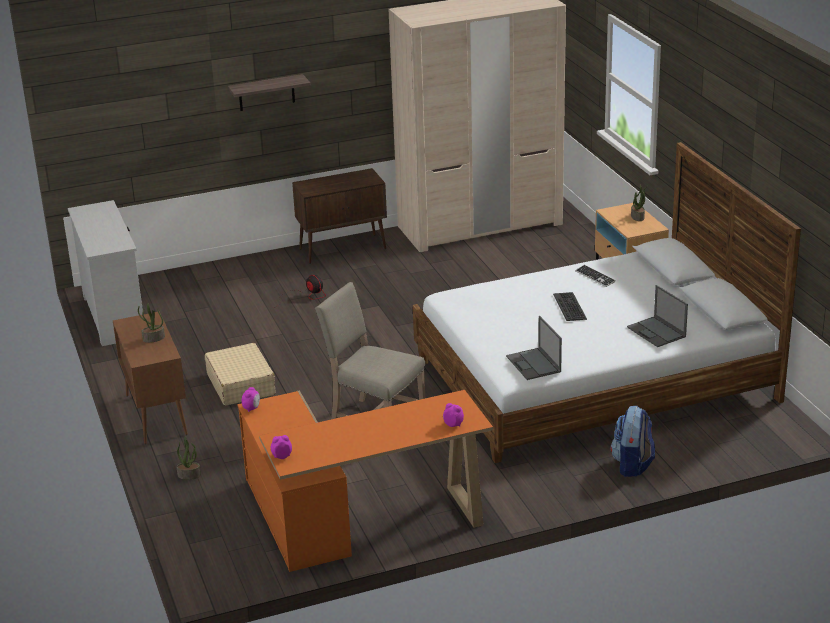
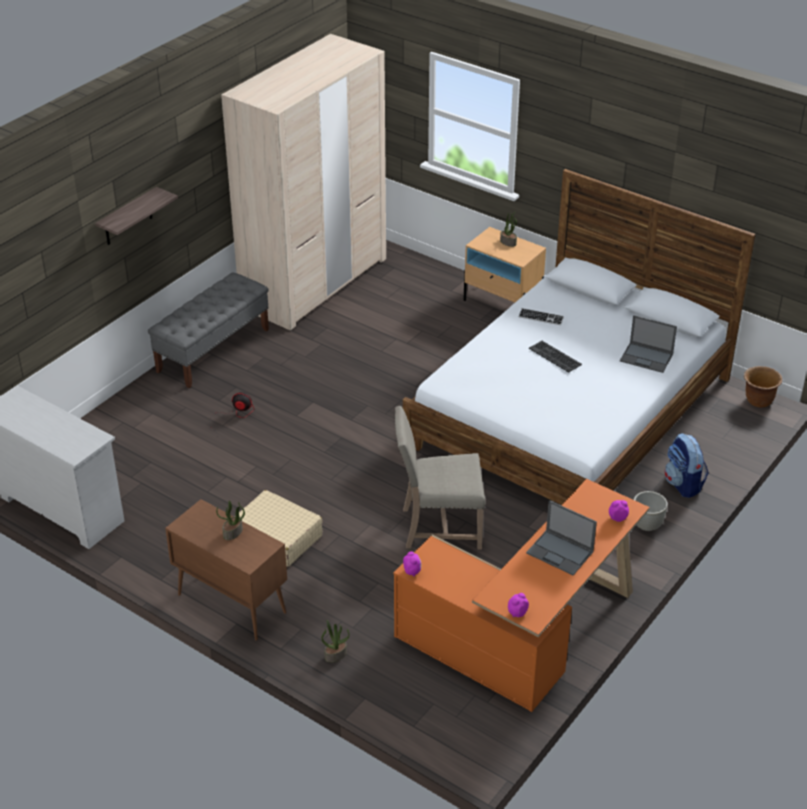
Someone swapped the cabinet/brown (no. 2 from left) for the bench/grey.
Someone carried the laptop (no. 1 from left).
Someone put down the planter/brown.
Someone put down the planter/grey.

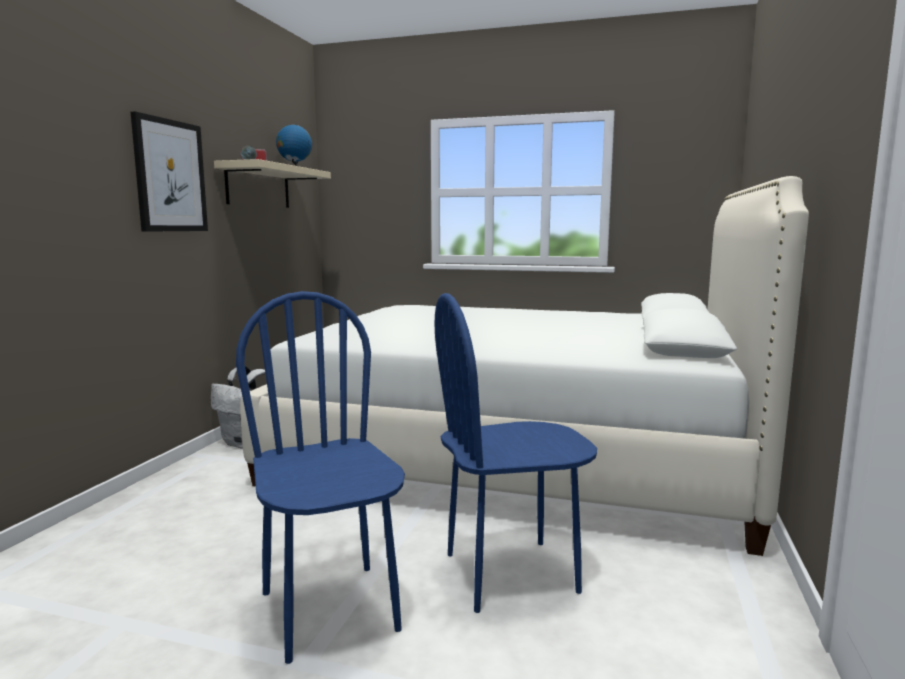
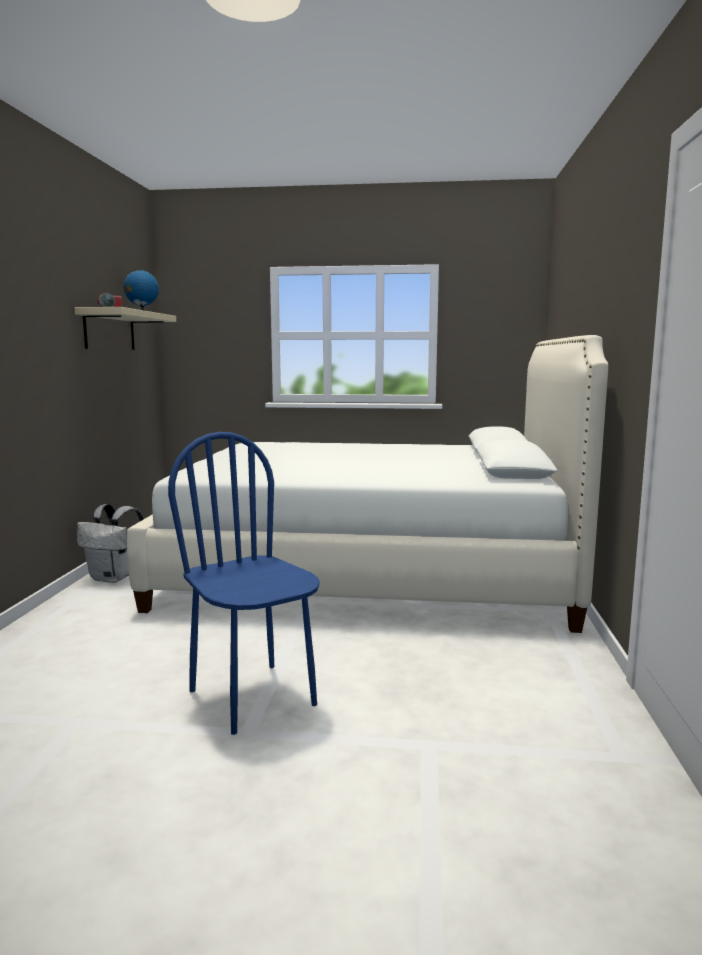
Someone took away the picture.
Someone took away the chair/blue (no. 2 from left).

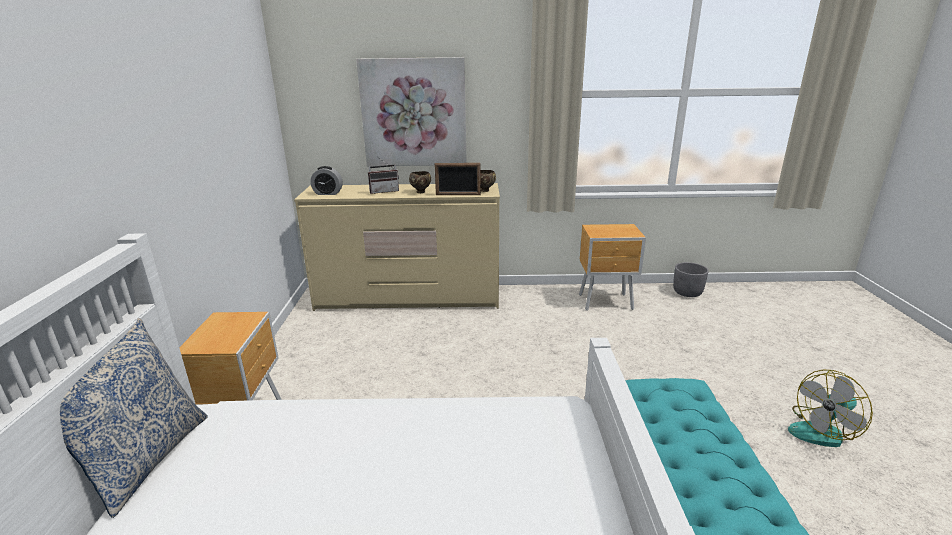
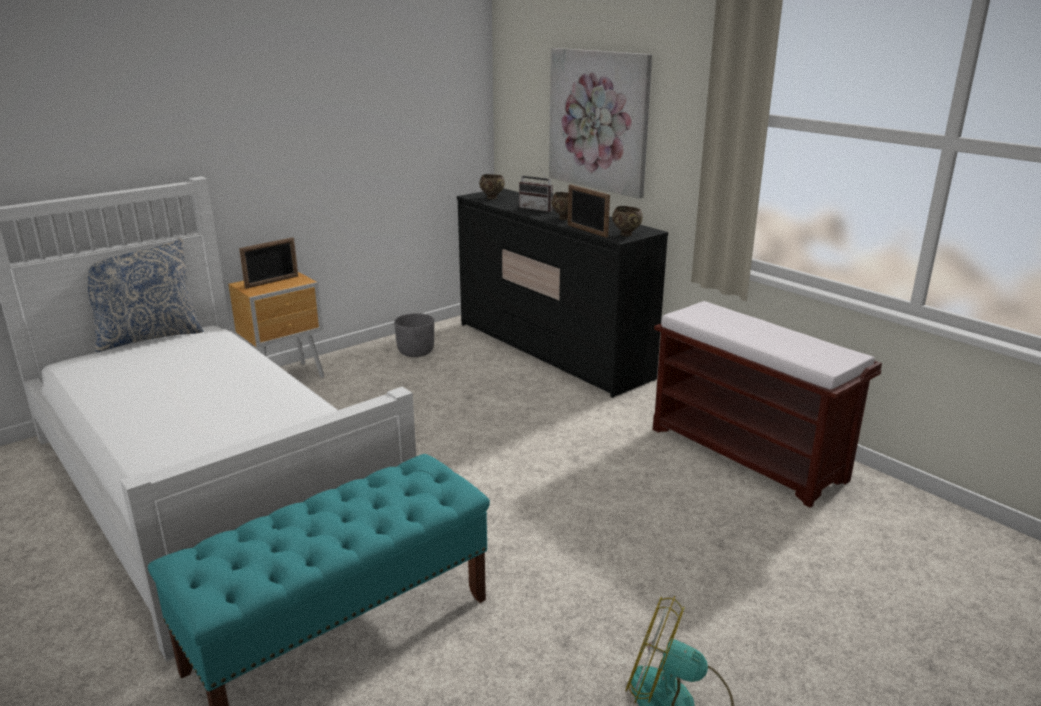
Someone swapped the alarm clock for the bowl/brown (no. 1 from left).
Someone repainted the dresser/beige, which became the dresser/black.
Someone swapped the nightstand/brown (no. 2 from left) for the bench/brown.
Someone carried the planter/grey.
Someone put down the picture frame (no. 1 from left).

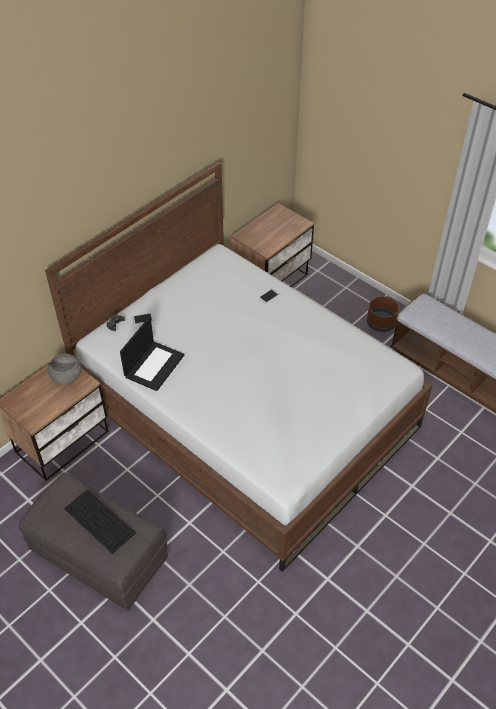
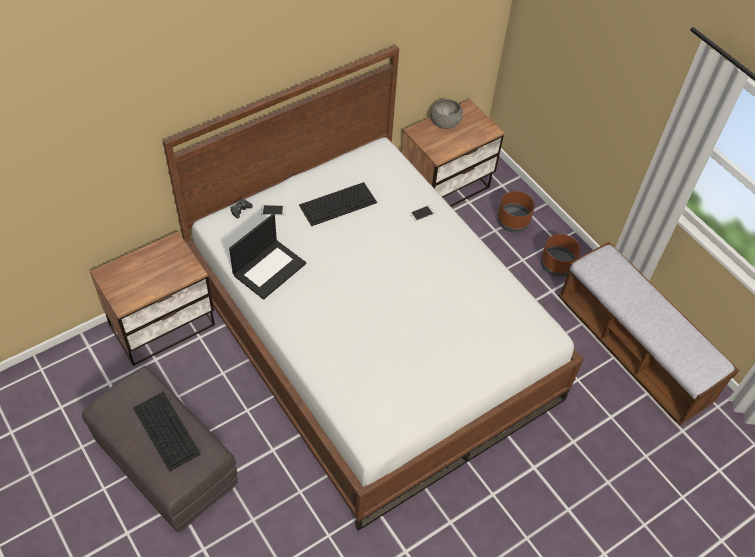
Someone carried the bowl/grey.
Someone put down the keyboard (no. 2 from left).
Someone put down the planter/brown (no. 1 from left).

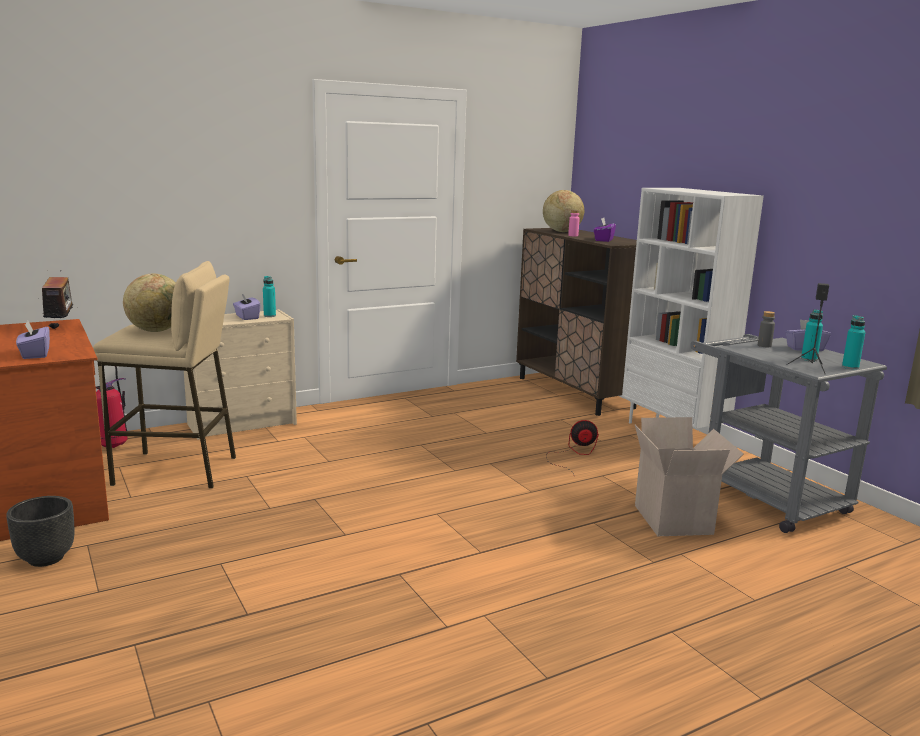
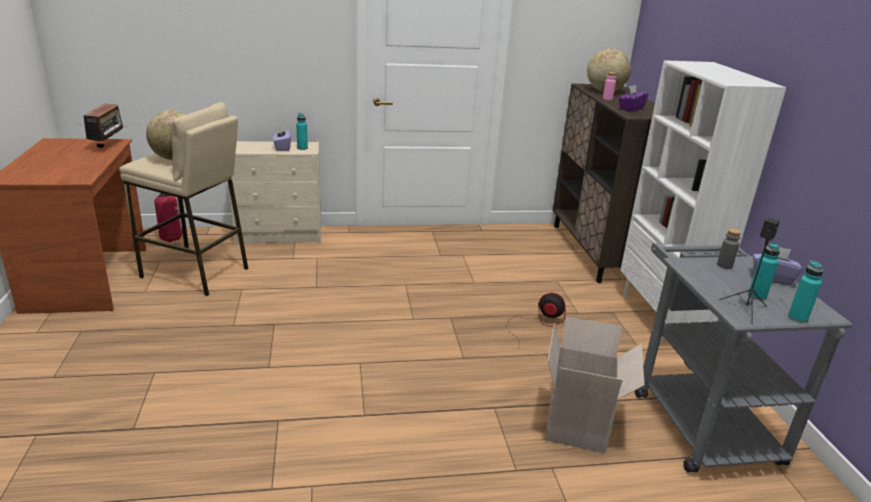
Someone took away the tissue box/purple (no. 1 from left).
Someone took away the planter/black.

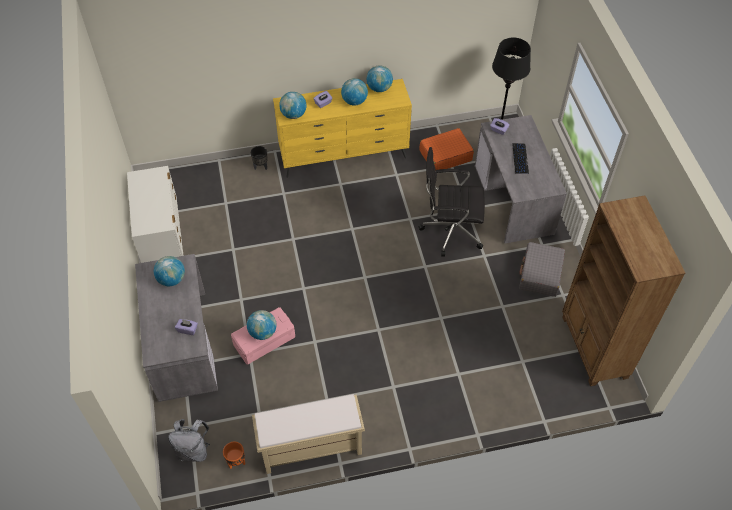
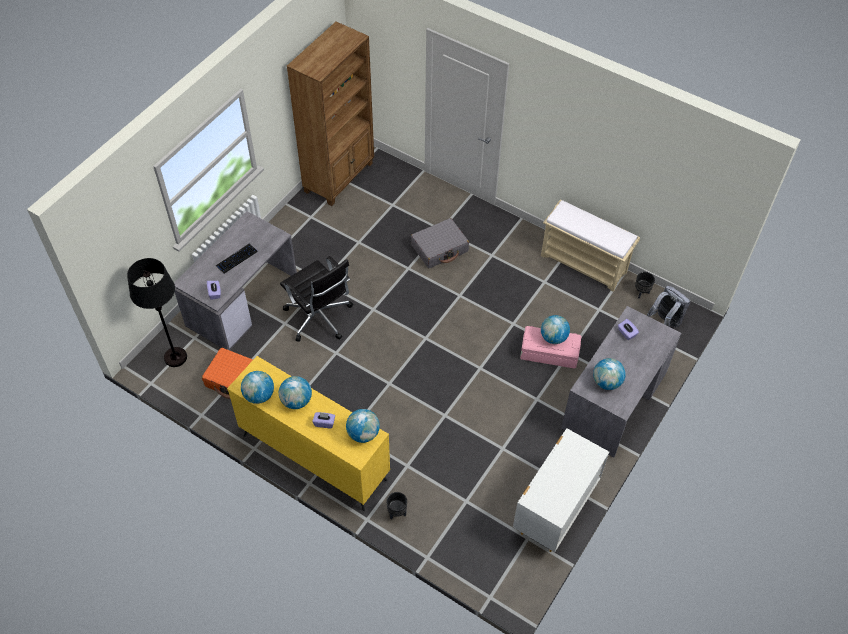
Someone carried the suitcase/grey.
Someone repainted the planter/orange, which became the planter/black (no. 2 from left).

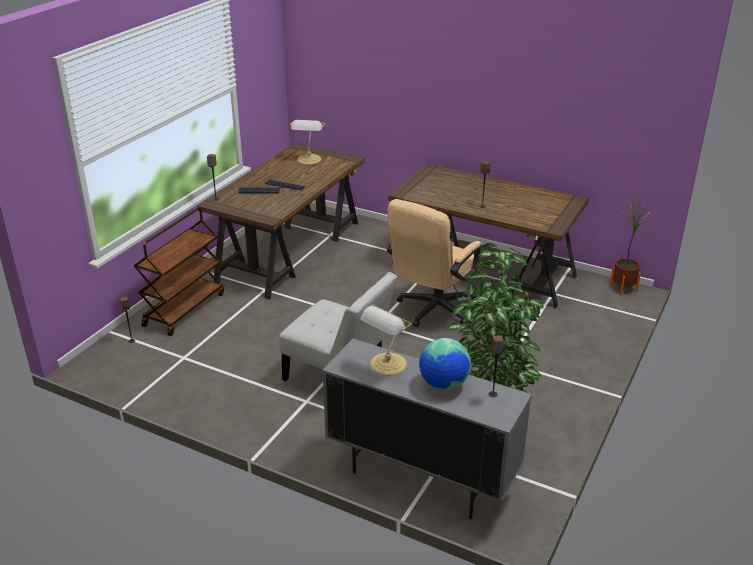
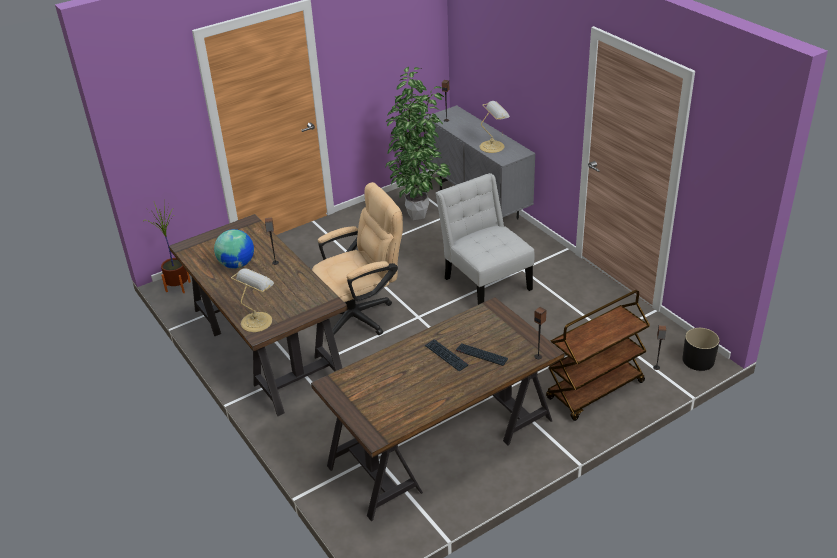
Someone carried the table lamp (no. 1 from left).
Someone carried the globe.
Someone put down the planter/black.

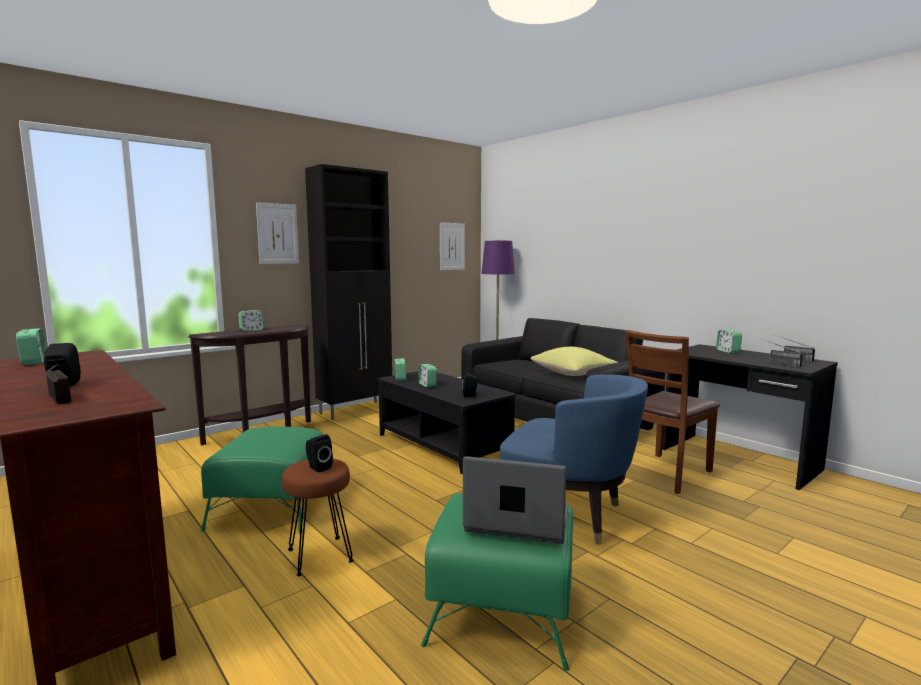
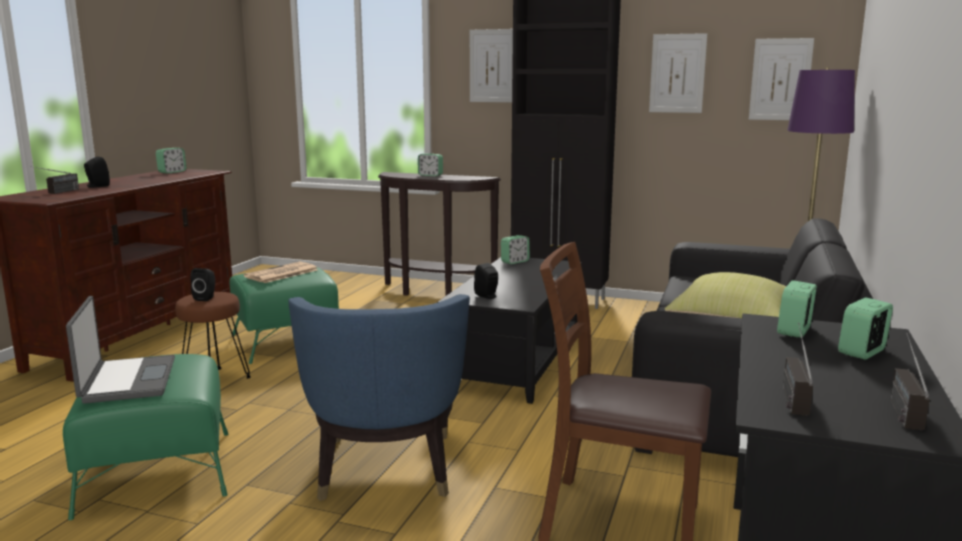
Someone carried the alarm clock (no. 4 from left).
Someone put up the picture (no. 2 from left).
Someone put down the newspaper.

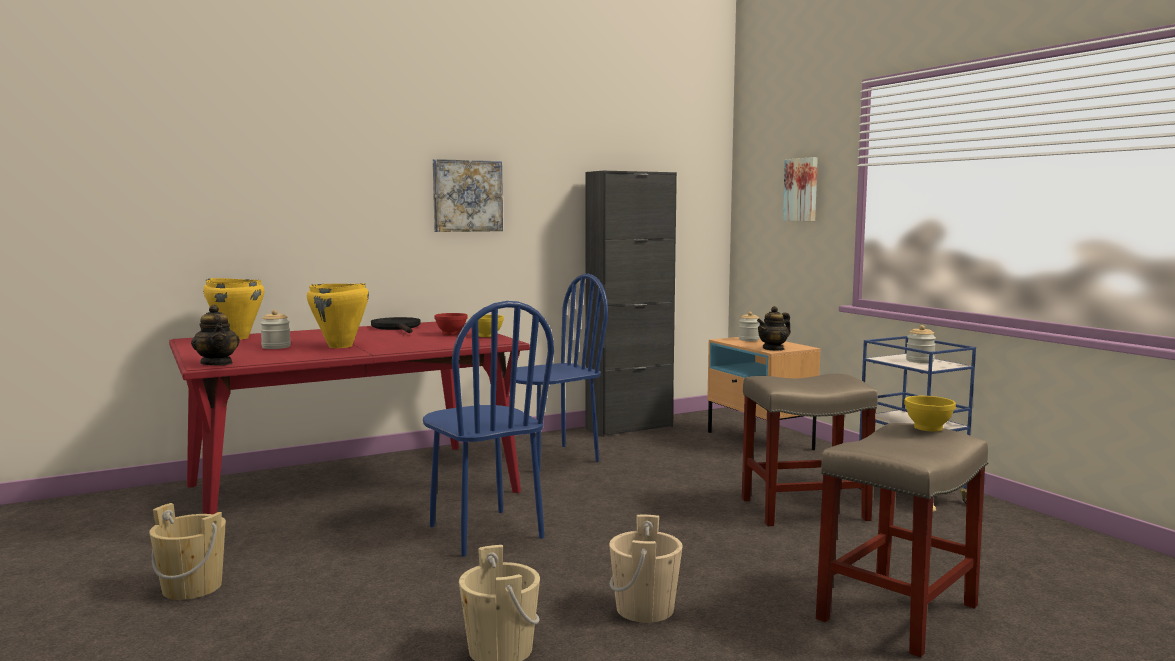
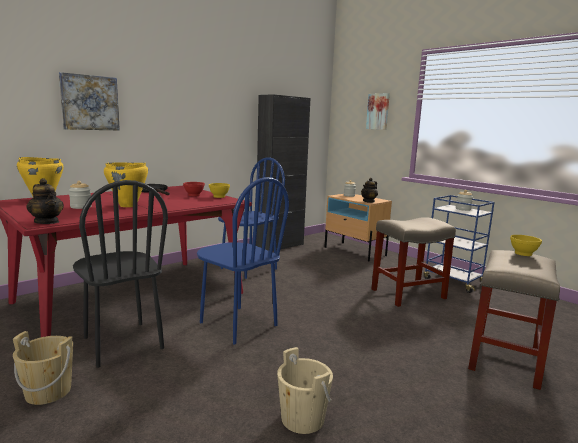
Someone carried the picture (no. 1 from left).
Someone took away the bucket/beige (no. 3 from left).
Someone put down the chair/black.

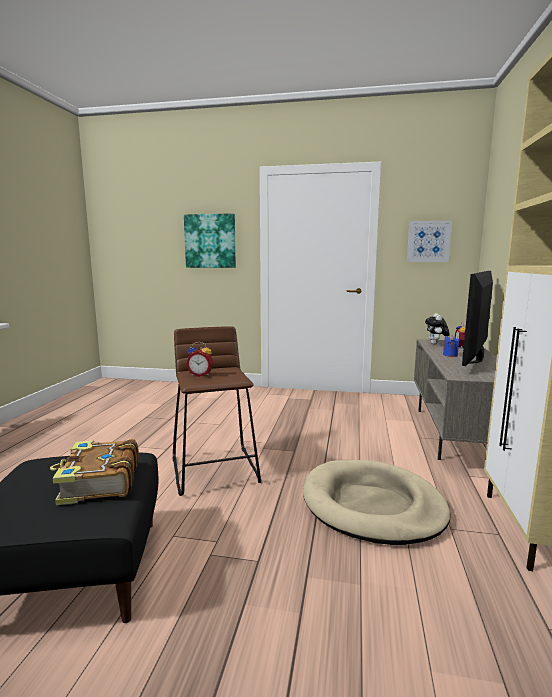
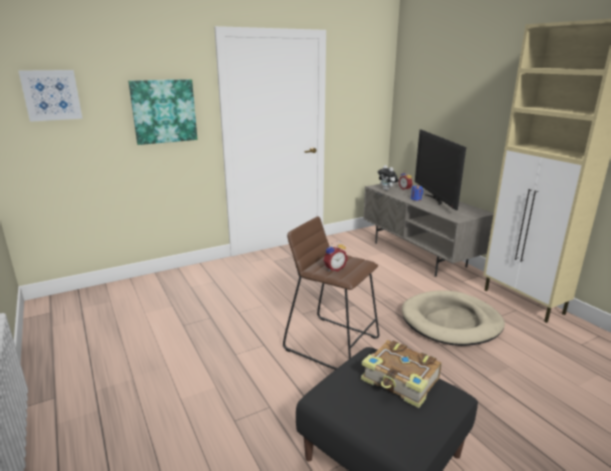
Someone carried the picture (no. 2 from left in the first image).

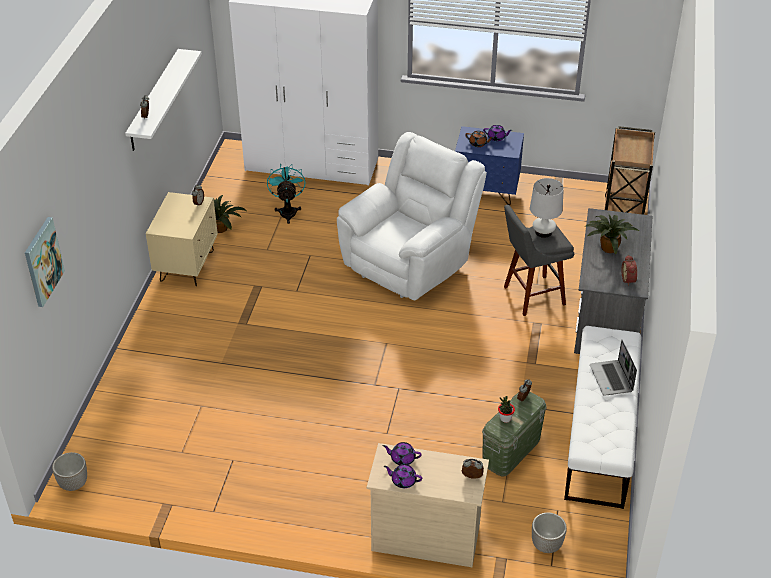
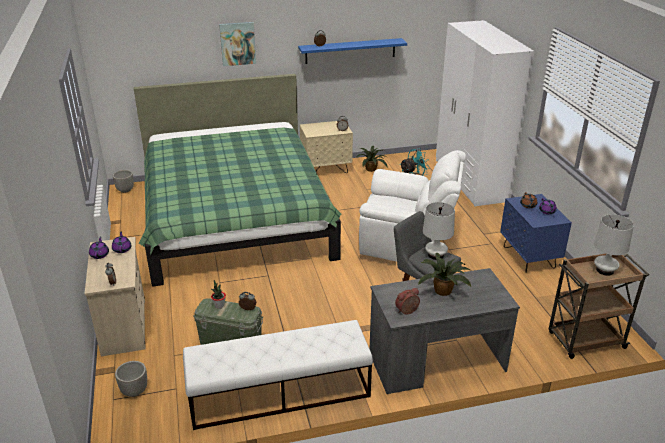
Someone repainted the shelf/white, which became the shelf/blue.
Someone carried the picture.
Someone took away the laptop.
Someone put down the bed/green.
Someone put down the table lamp/white (no. 2 from left).

